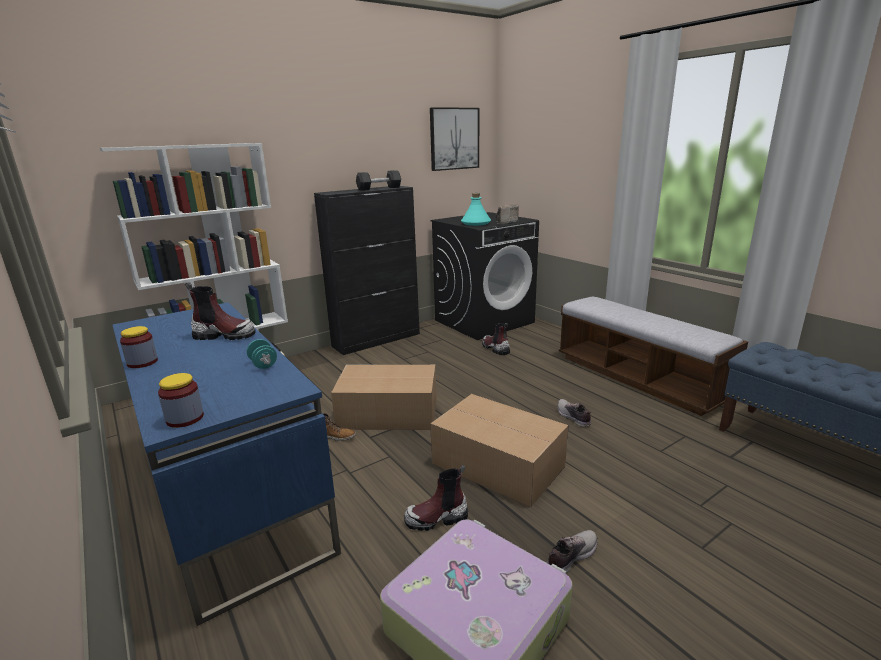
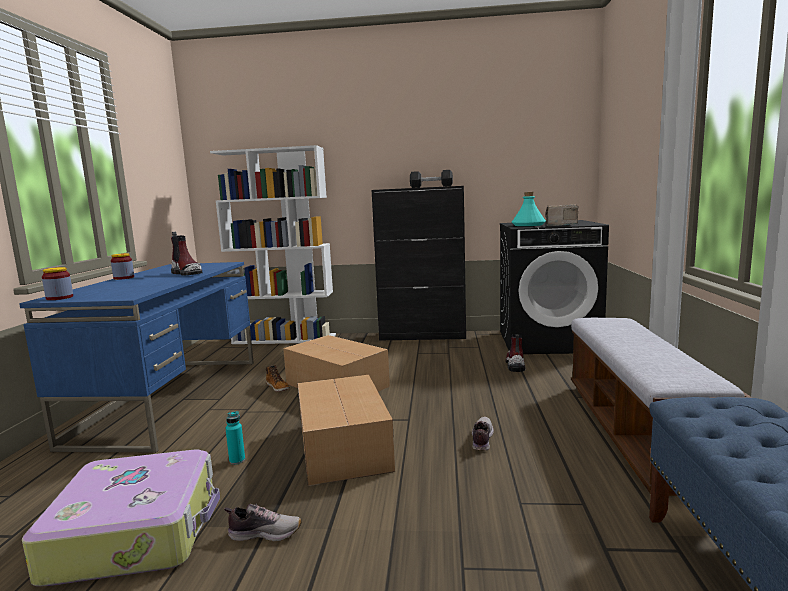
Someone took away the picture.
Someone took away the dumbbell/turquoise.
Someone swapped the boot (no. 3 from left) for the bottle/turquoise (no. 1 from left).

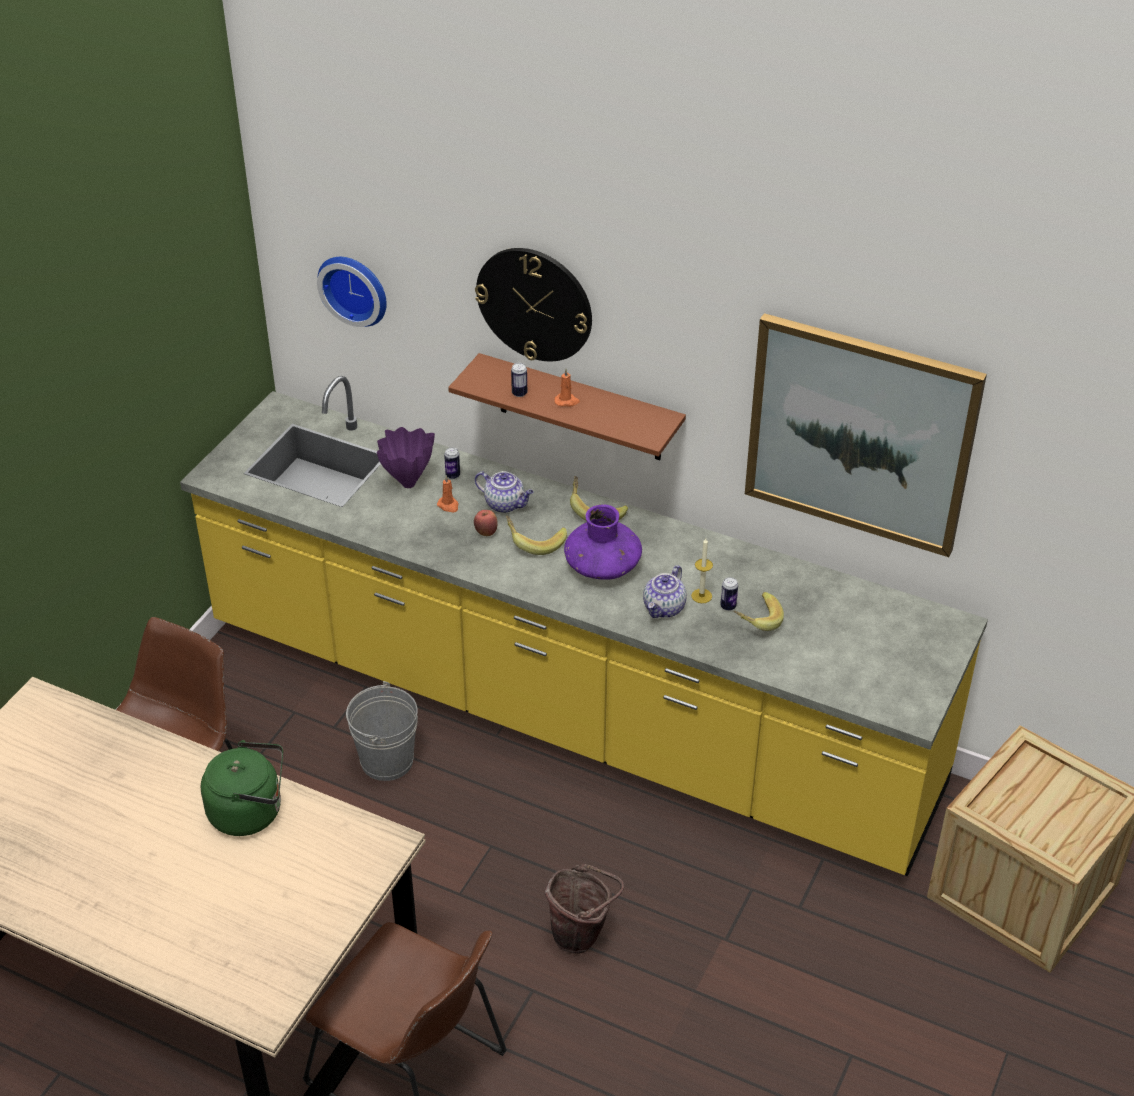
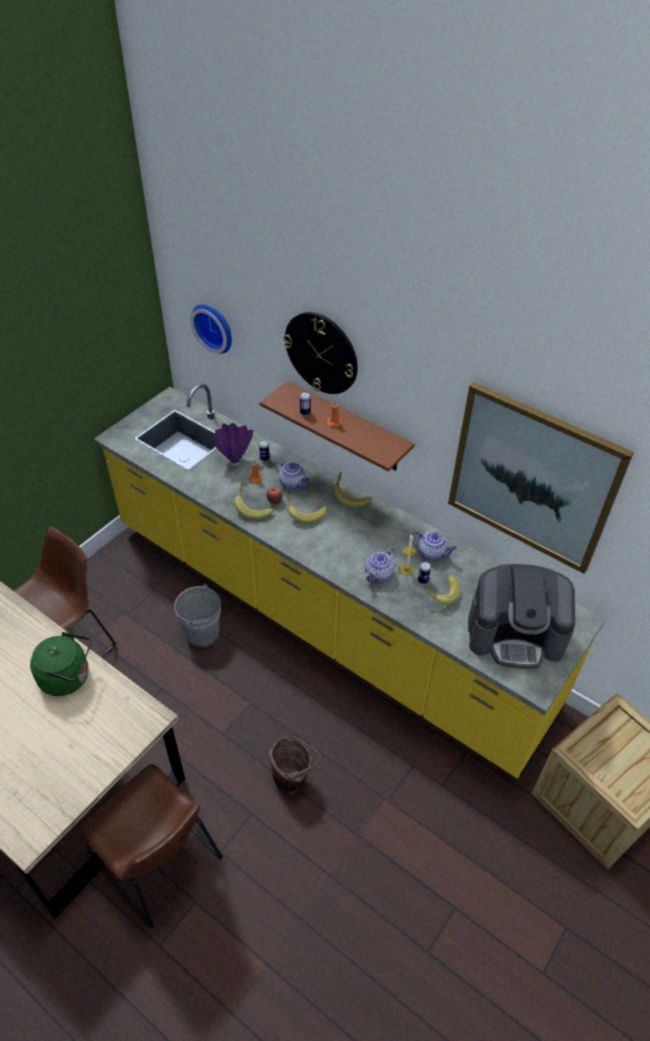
Someone took away the vase/purple (no. 2 from left).
Someone put down the banana (no. 1 from left).
Someone put down the teapot (no. 3 from left).
Someone put down the coffee machine.

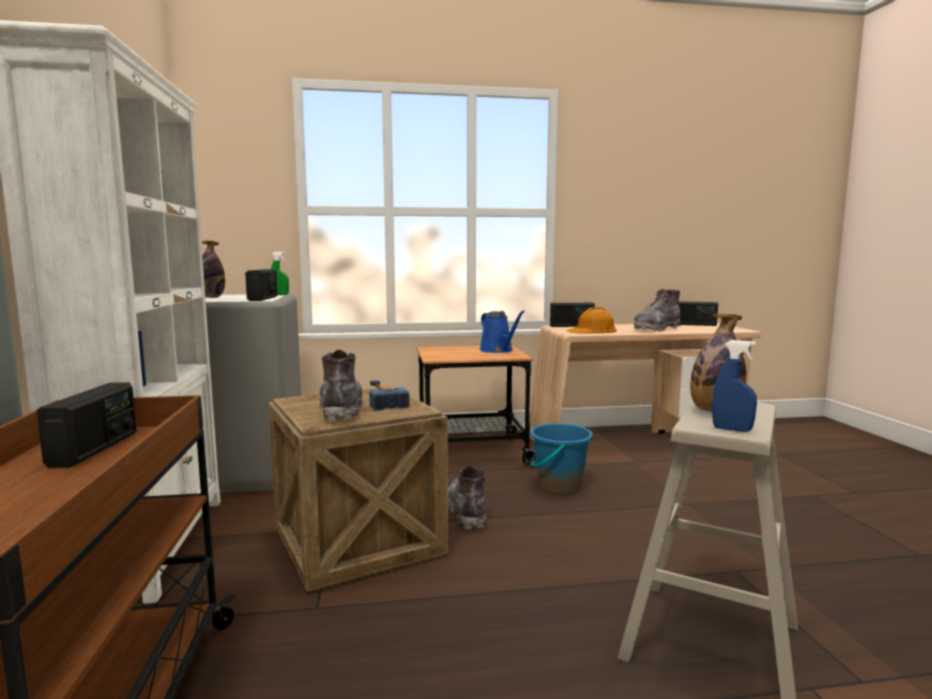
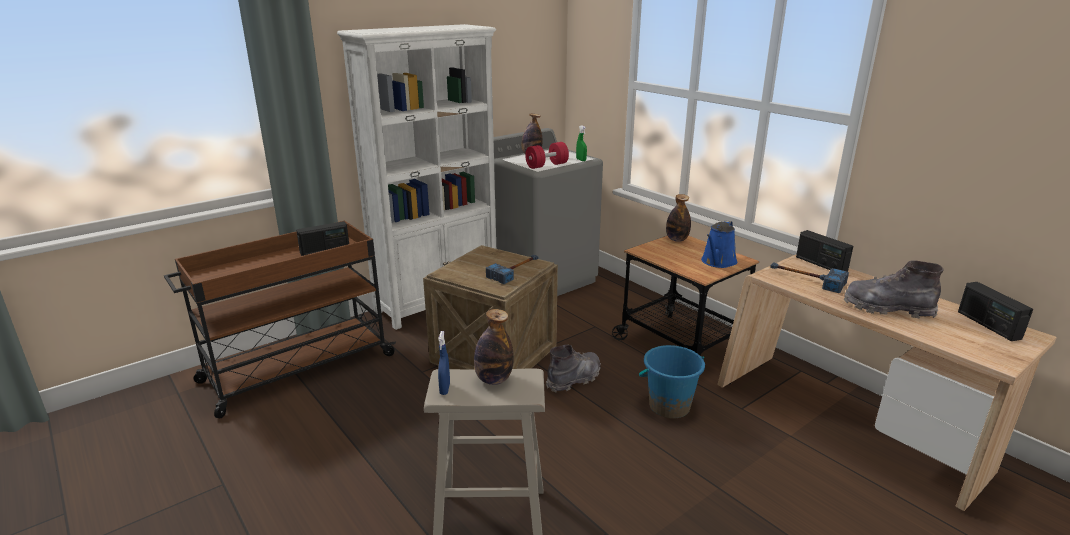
Someone swapped the radio (no. 2 from left) for the dumbbell/red.
Someone swapped the hard hat/orange for the hammer (no. 2 from left).
Someone took away the boot/grey (no. 1 from left).
Someone put down the bottle (no. 3 from left).

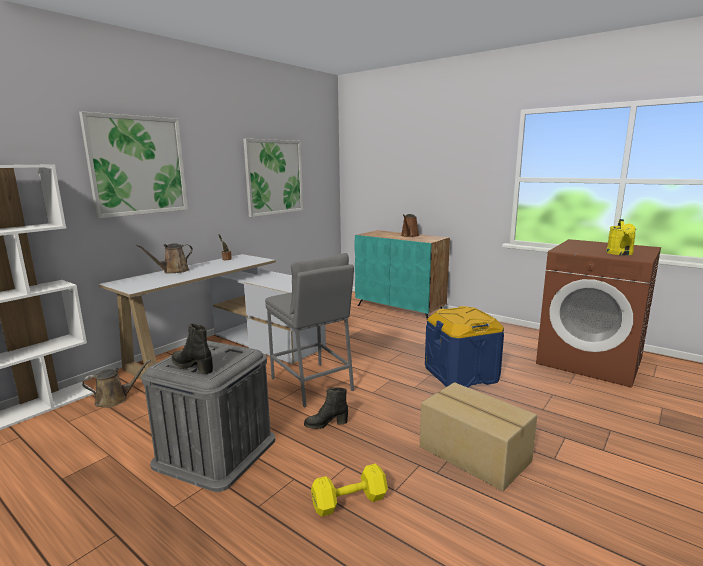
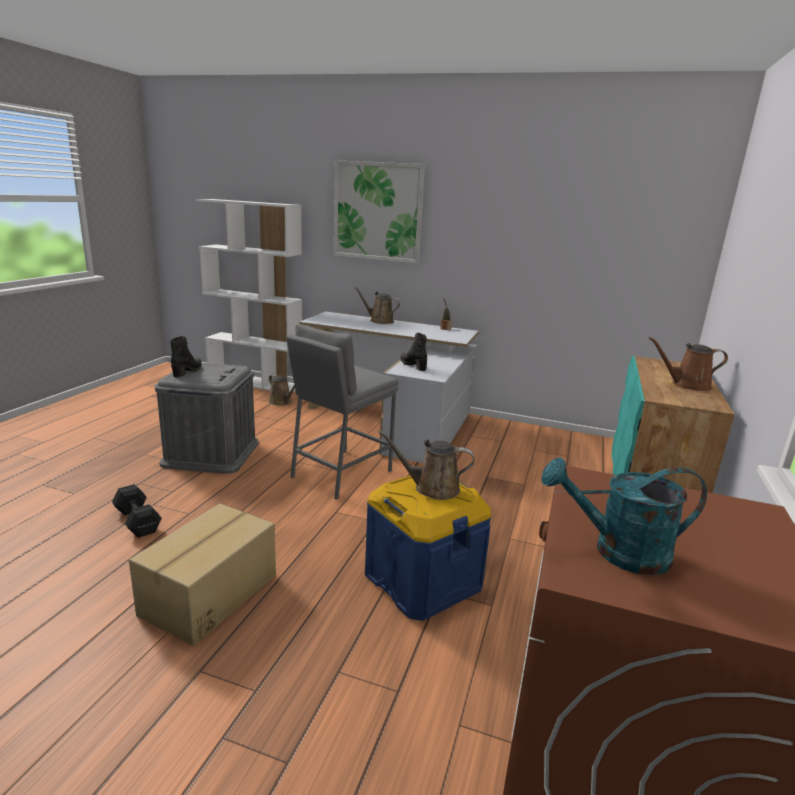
Someone took away the picture (no. 2 from left).
Someone repainted the watering can/yellow, which became the watering can/turquoise.
Someone carried the boot/black (no. 2 from left).
Someone repainted the dumbbell/yellow, which became the dumbbell/black.
Someone put down the watering can/brown (no. 3 from left).

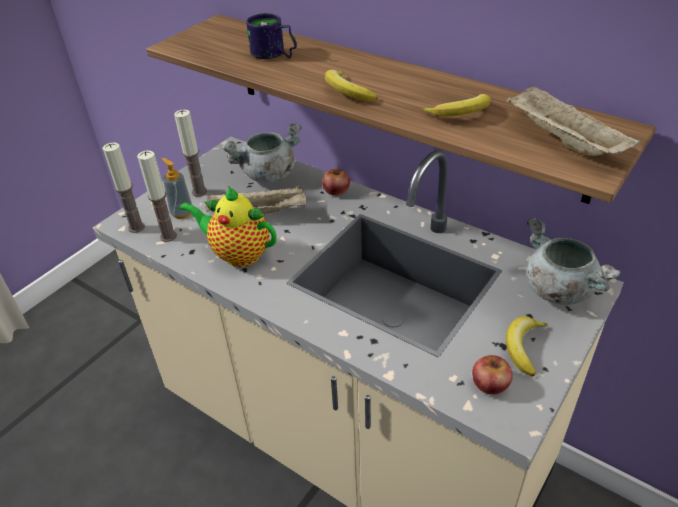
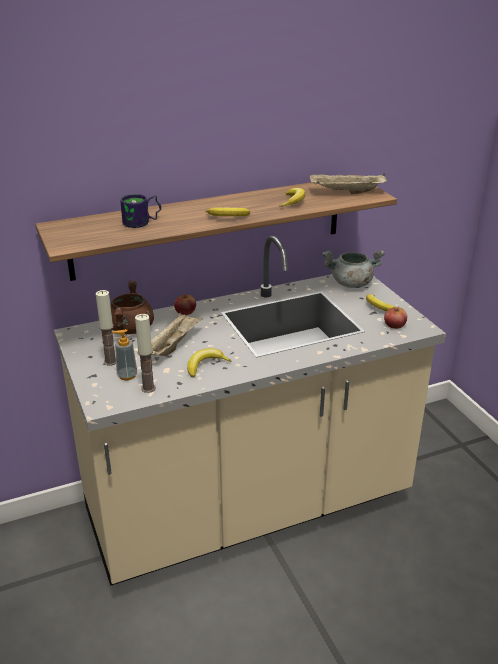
Someone repainted the cooking pot/grey (no. 1 from left), which became the cooking pot/brown.
Someone took away the candle (no. 1 from left).
Someone swapped the teapot for the banana (no. 1 from left).

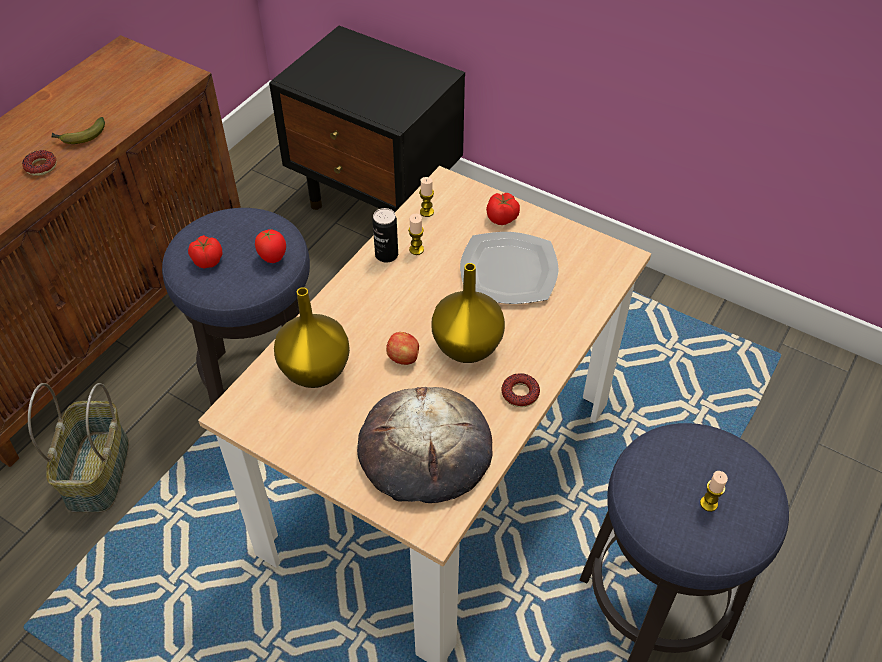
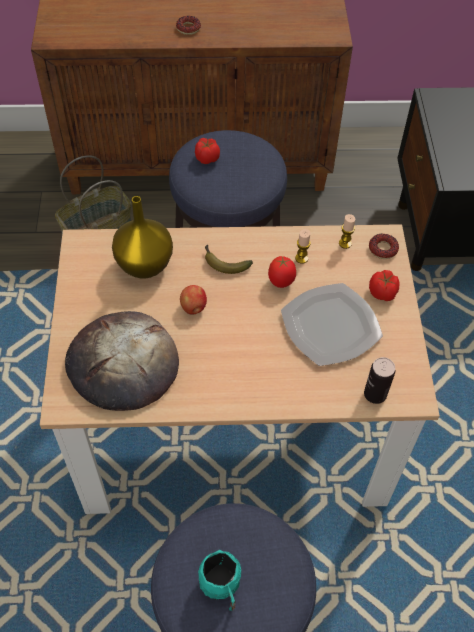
Someone carried the banana.
Someone carried the can.
Someone carried the tomato (no. 2 from left).
Someone took away the vase/yellow (no. 2 from left).
Someone carried the donut (no. 2 from left).
Someone swapped the candle (no. 3 from left) for the mug/turquoise.

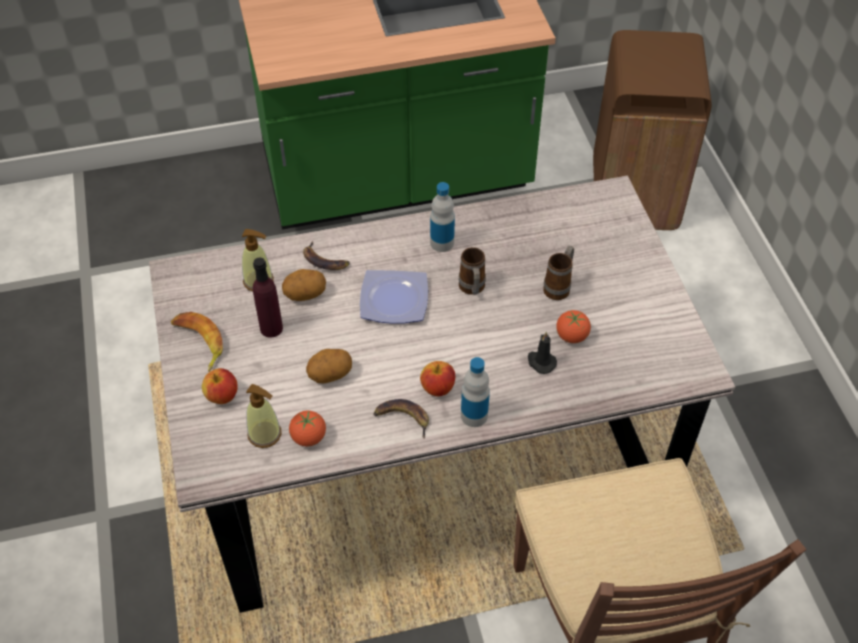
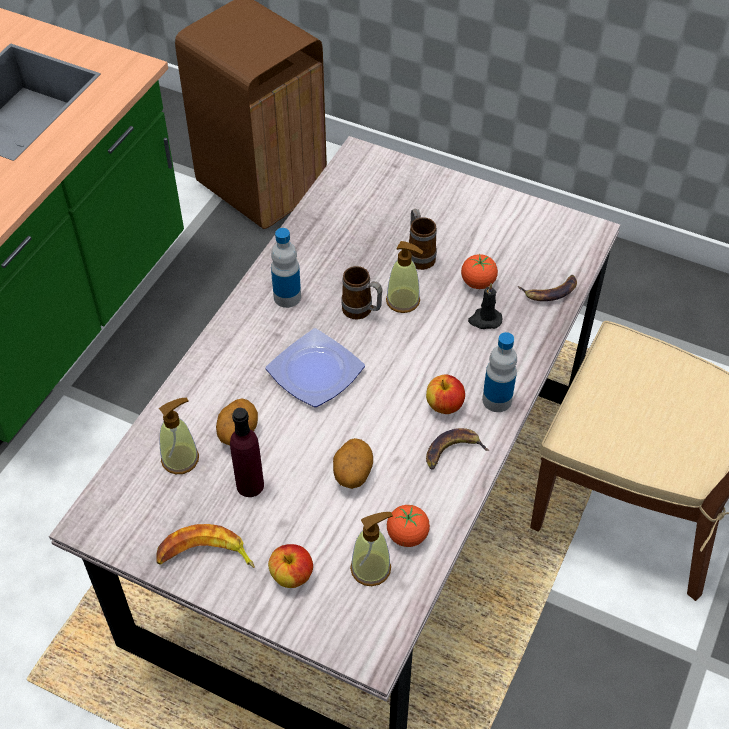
Someone carried the banana (no. 2 from left in the first image).
Someone put down the soap dispenser (no. 3 from left).

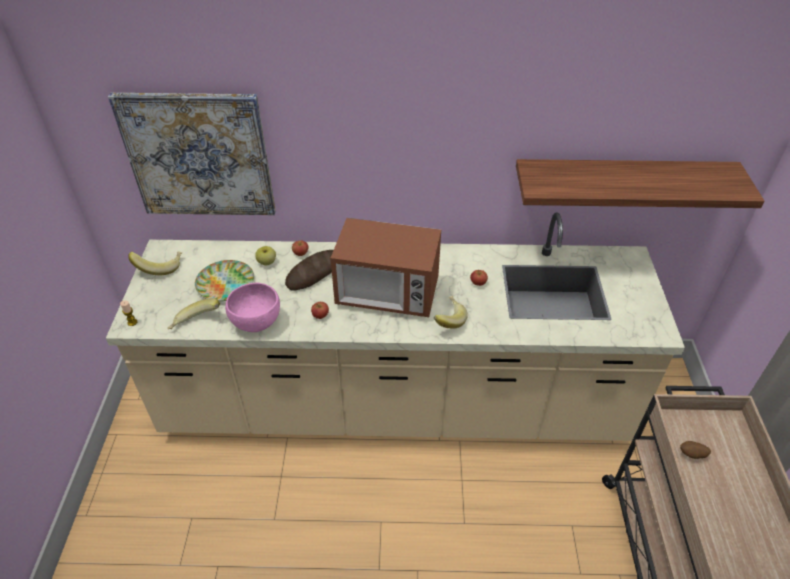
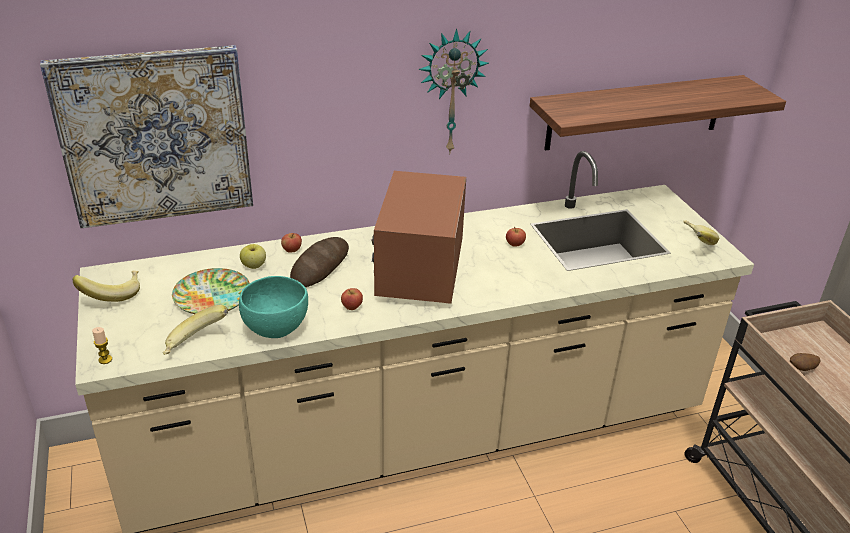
Someone rotated the microwave by 105 degrees clockwise.
Someone repainted the bowl/pink, which became the bowl/turquoise.
Someone carried the banana (no. 3 from left).
Someone put up the wall clock.

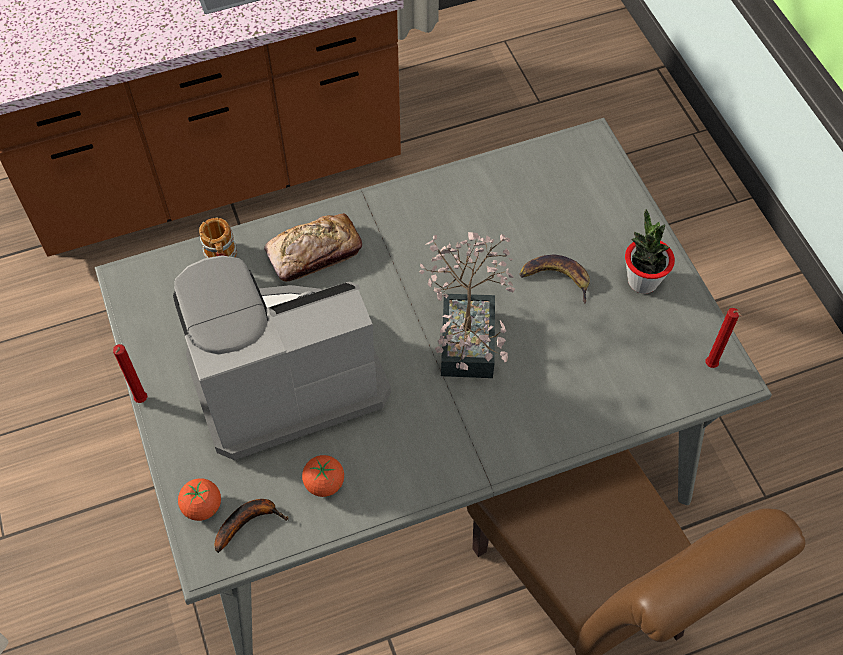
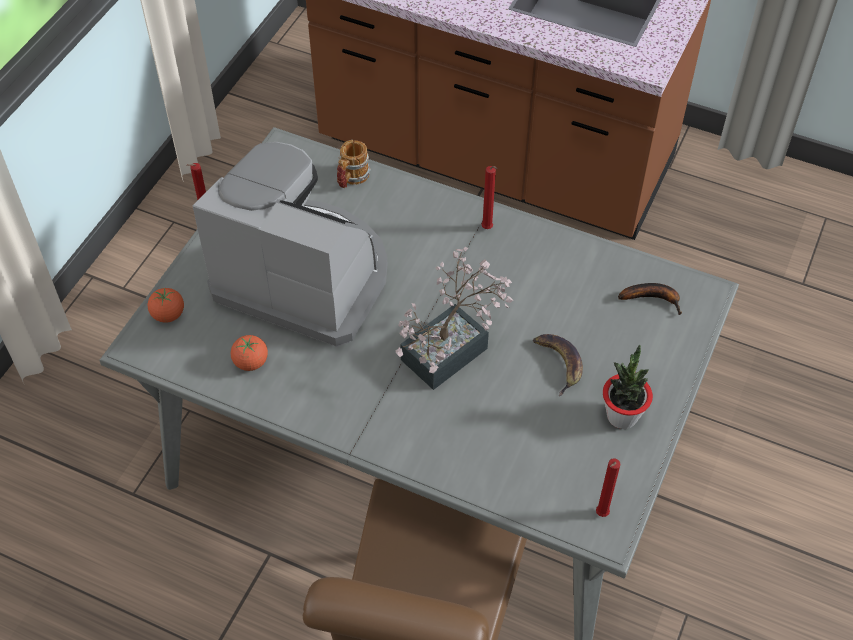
Someone took away the bread.
Someone carried the banana (no. 1 from left in the first image).
Someone put down the candle/red (no. 2 from left).

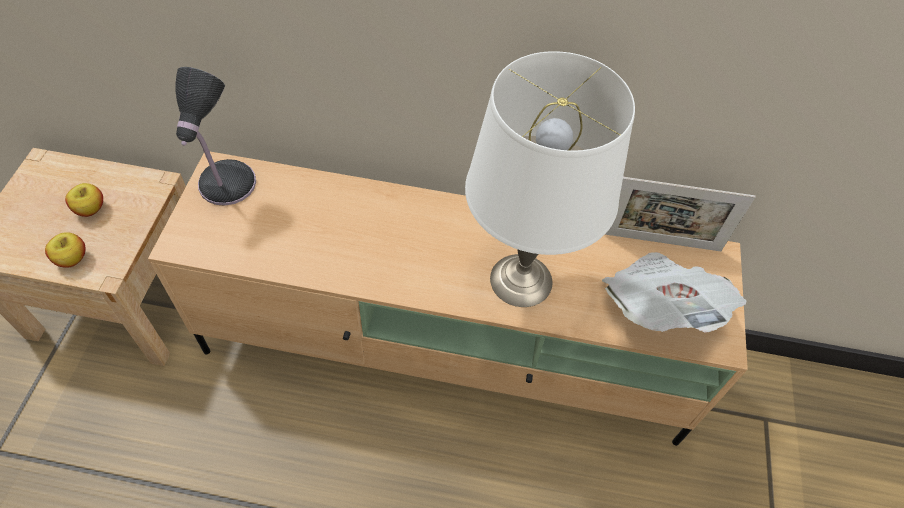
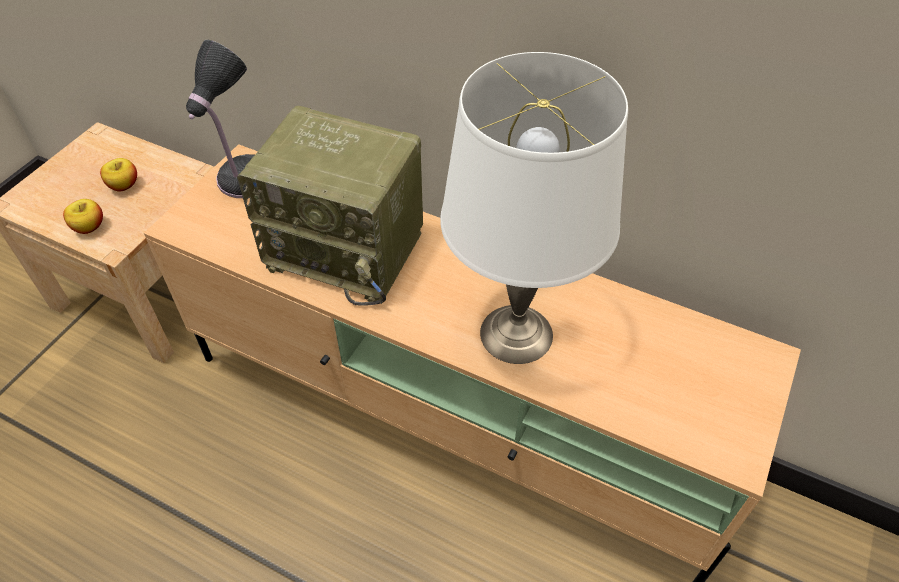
Someone took away the picture frame.
Someone took away the newspaper.
Someone put down the radio.

